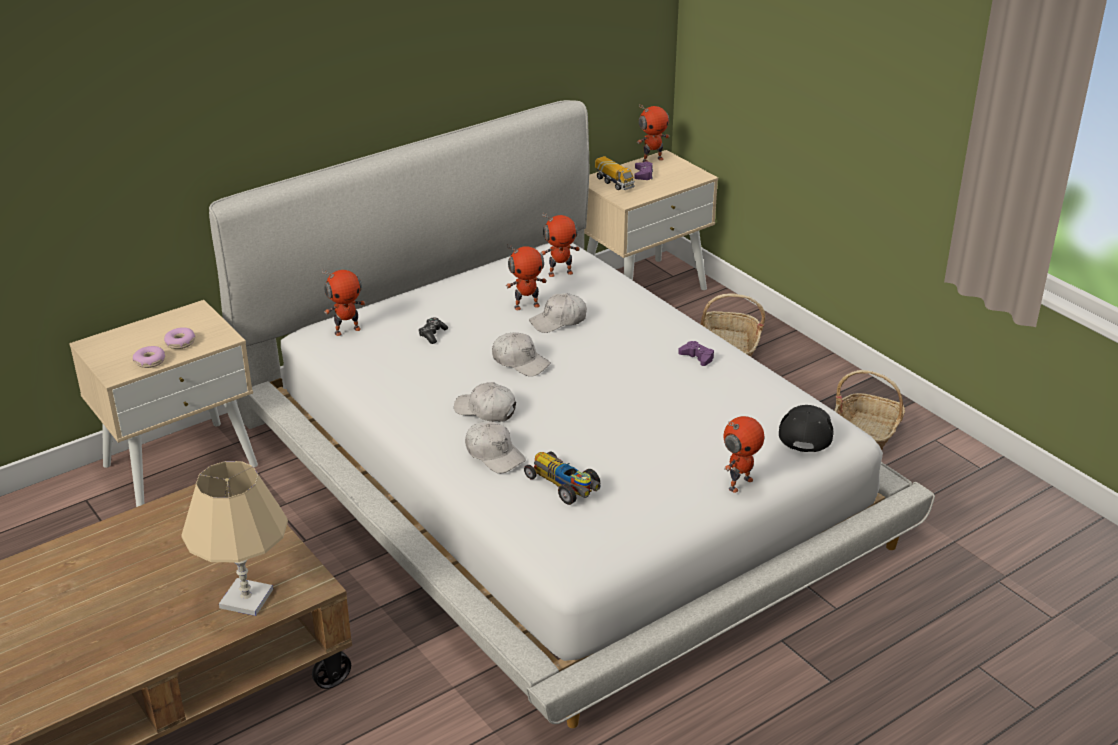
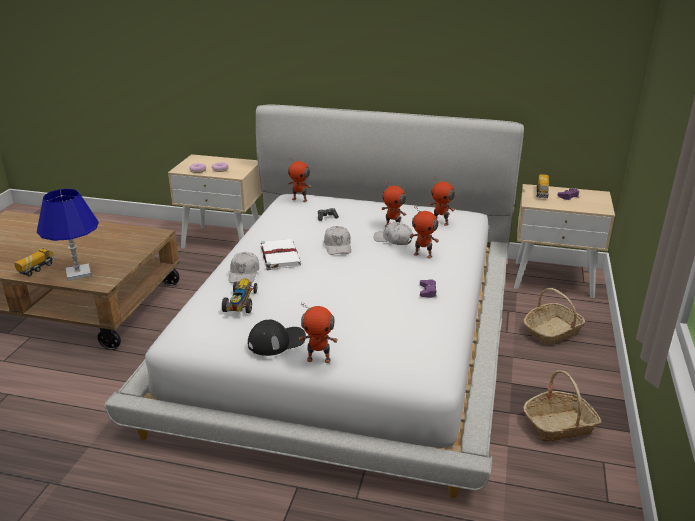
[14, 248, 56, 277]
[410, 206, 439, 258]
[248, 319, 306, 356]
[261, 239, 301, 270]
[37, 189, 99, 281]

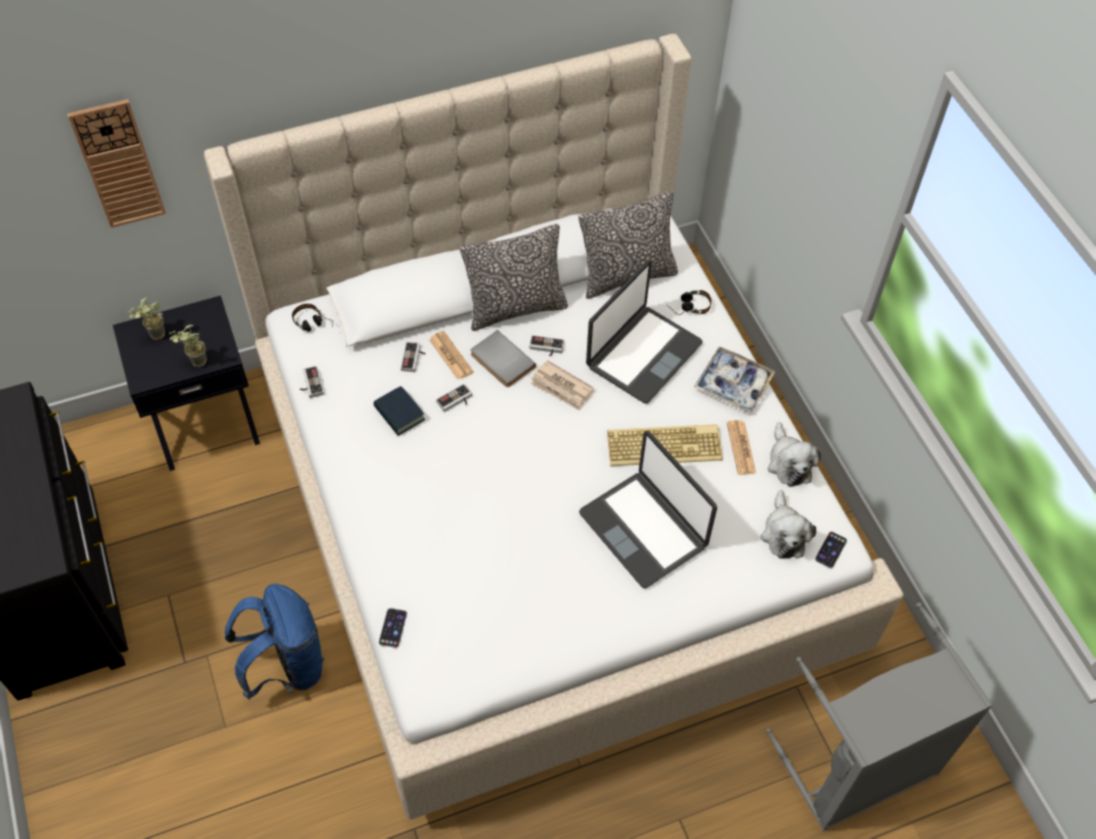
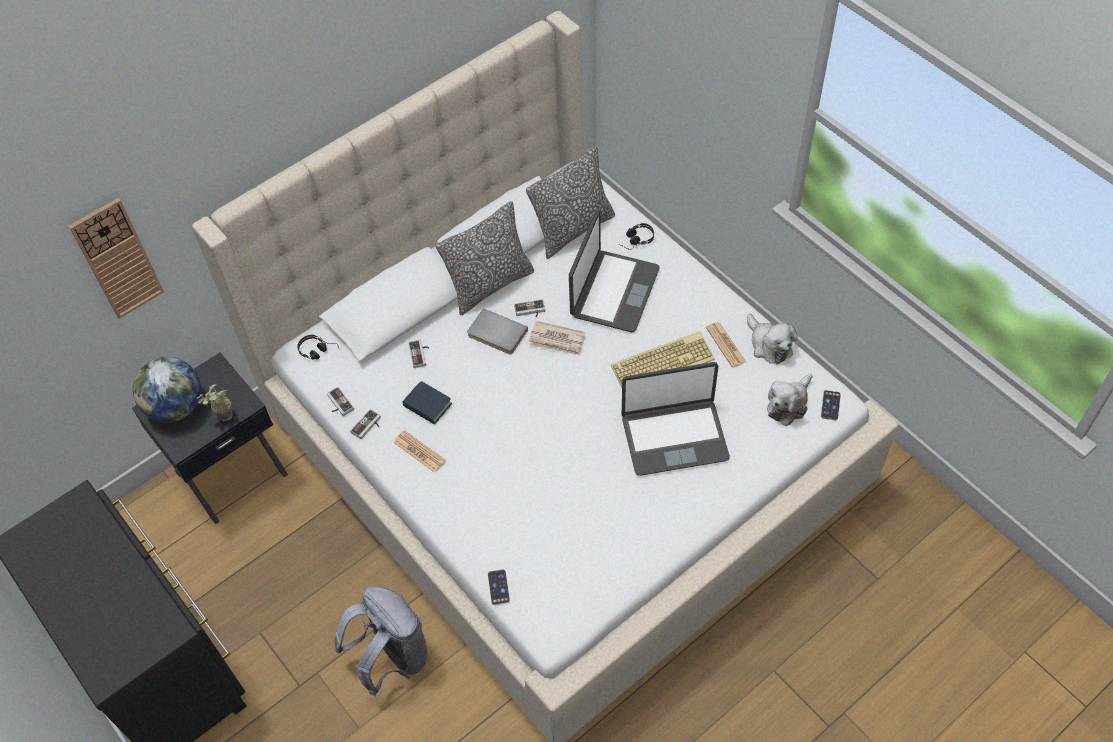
[694, 346, 776, 413] (first image)
[766, 603, 993, 831] (first image)
[394, 430, 446, 473]
[350, 409, 381, 439]
[133, 357, 201, 422]
[334, 586, 427, 696]
[622, 362, 730, 476]
[767, 374, 813, 426]

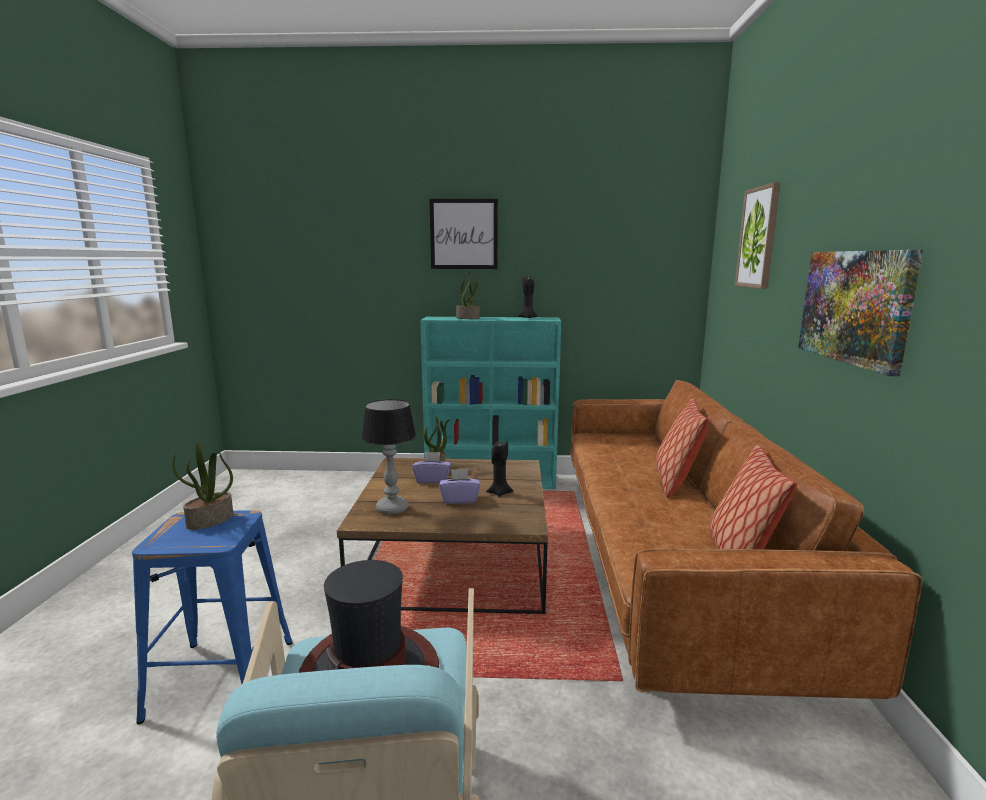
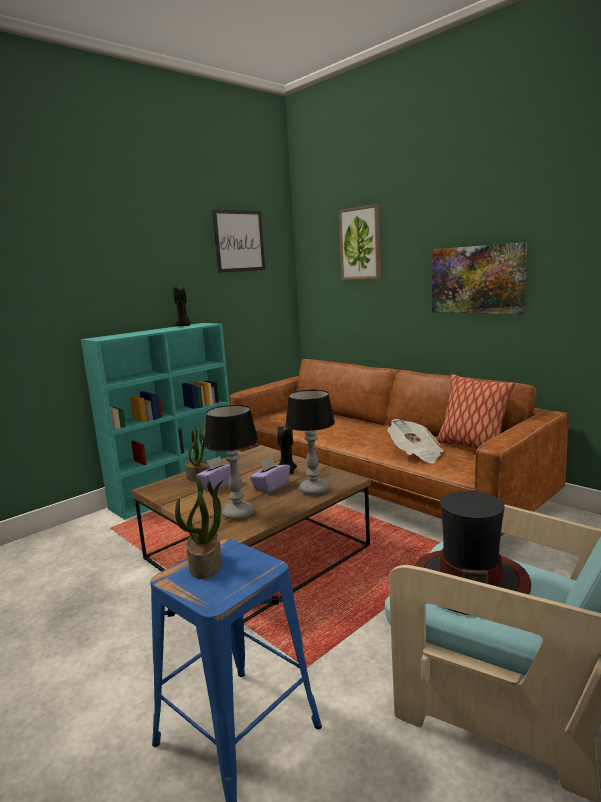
[456, 272, 480, 319] (first image)
[656, 398, 709, 498] (first image)
[286, 390, 335, 495]
[388, 419, 444, 464]
[212, 209, 265, 273]

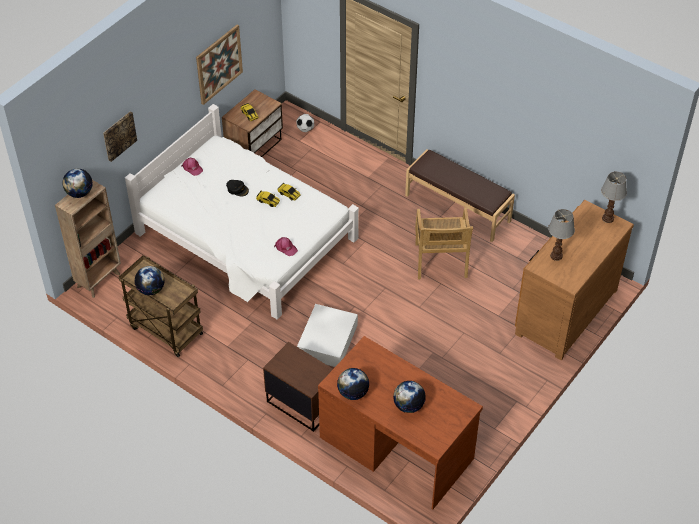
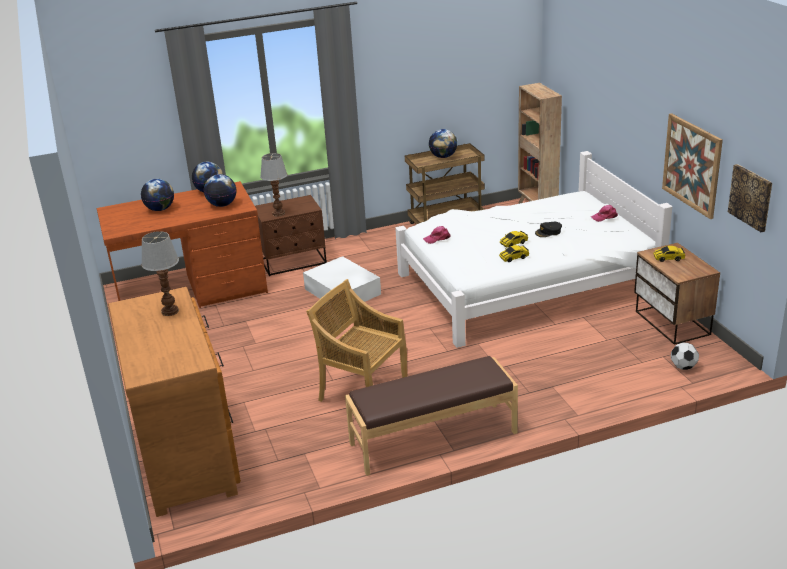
[204, 174, 237, 207]
[728, 164, 772, 232]
[260, 153, 288, 216]

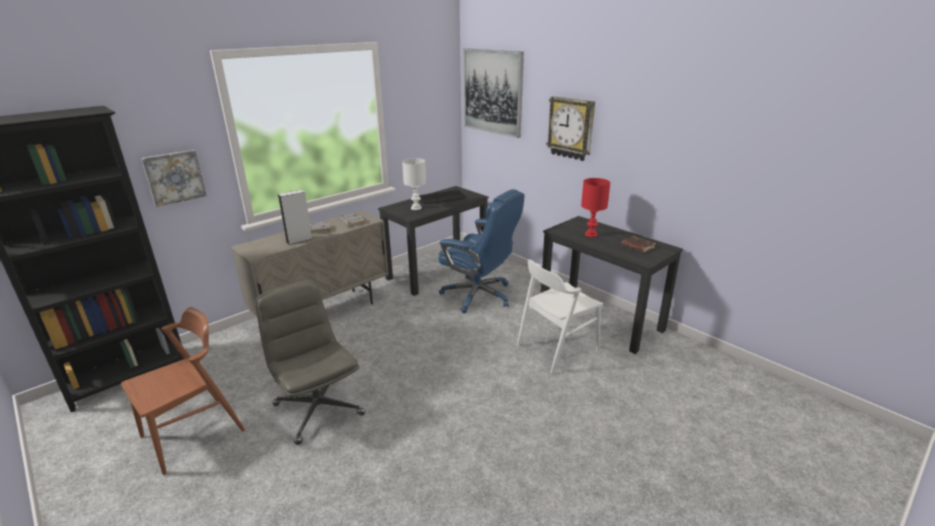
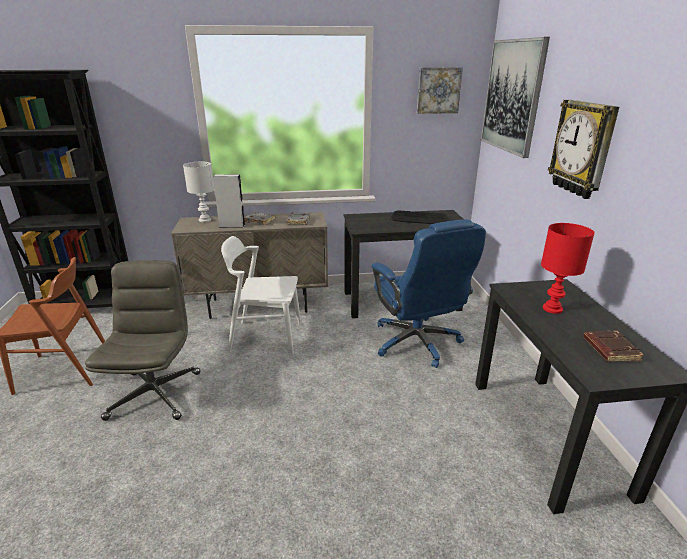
[417, 67, 463, 114]
[183, 162, 214, 222]
[221, 236, 301, 355]

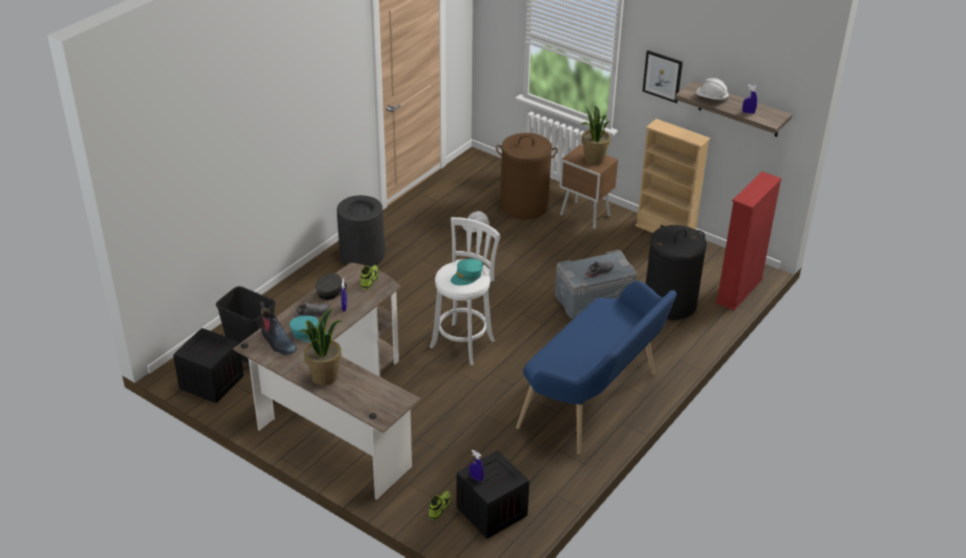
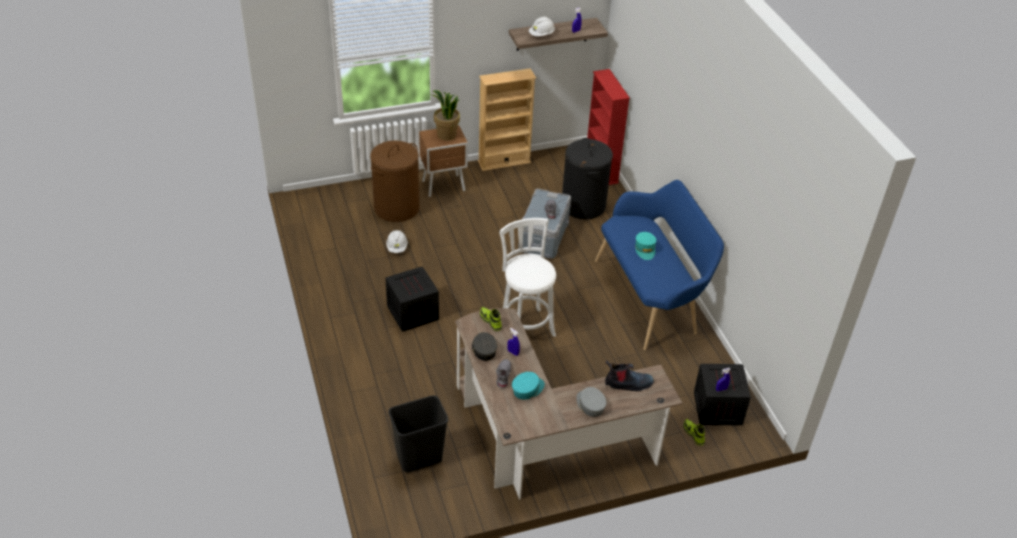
[337, 195, 385, 267] (first image)
[642, 50, 683, 103] (first image)
[386, 266, 439, 332]
[605, 360, 654, 391]
[635, 232, 657, 260]
[576, 387, 606, 417]

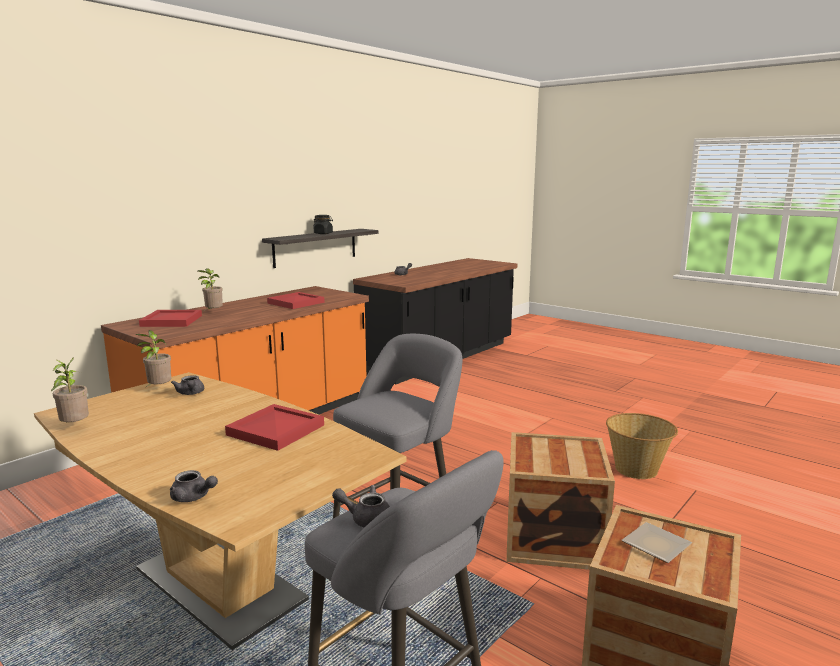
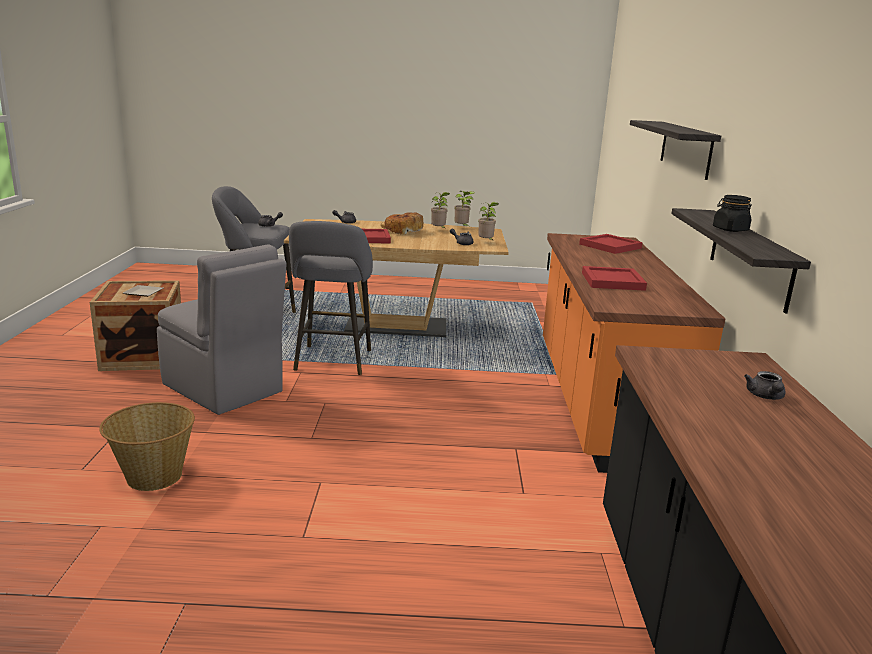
[381, 212, 423, 235]
[630, 120, 721, 180]
[431, 192, 449, 229]
[157, 244, 286, 415]

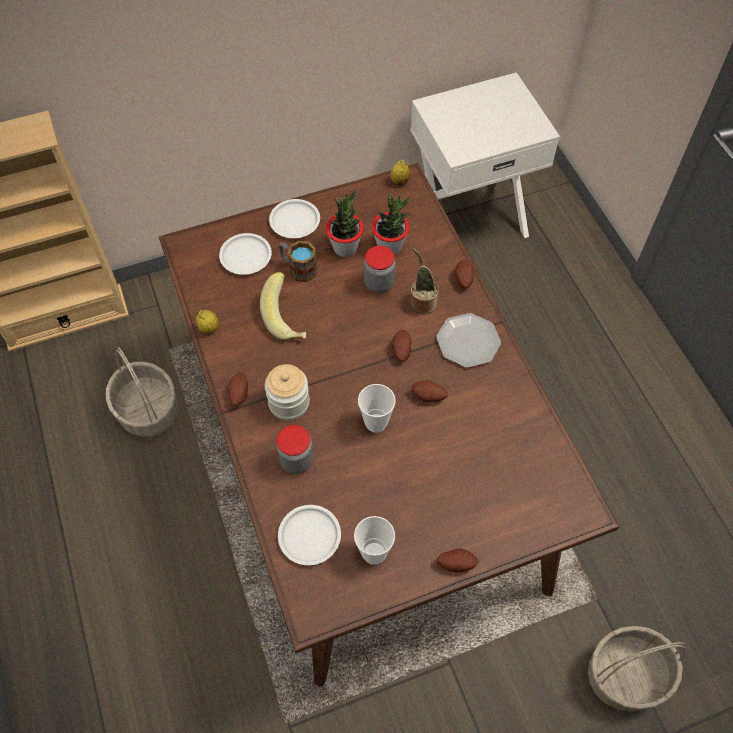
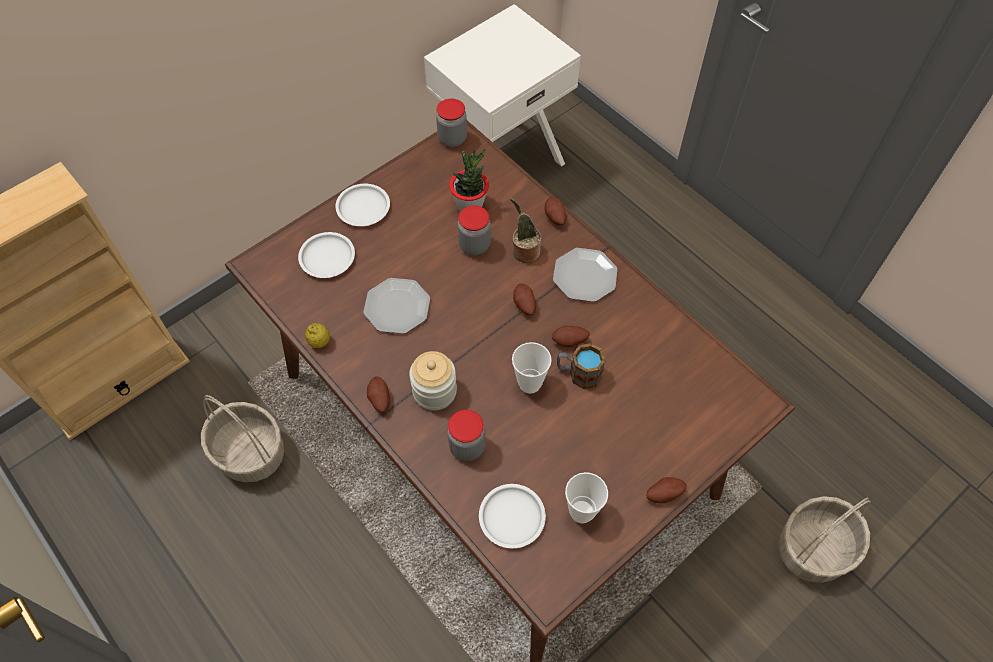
[326, 189, 364, 257] (first image)
[557, 343, 606, 389]
[363, 278, 430, 334]
[436, 99, 467, 147]

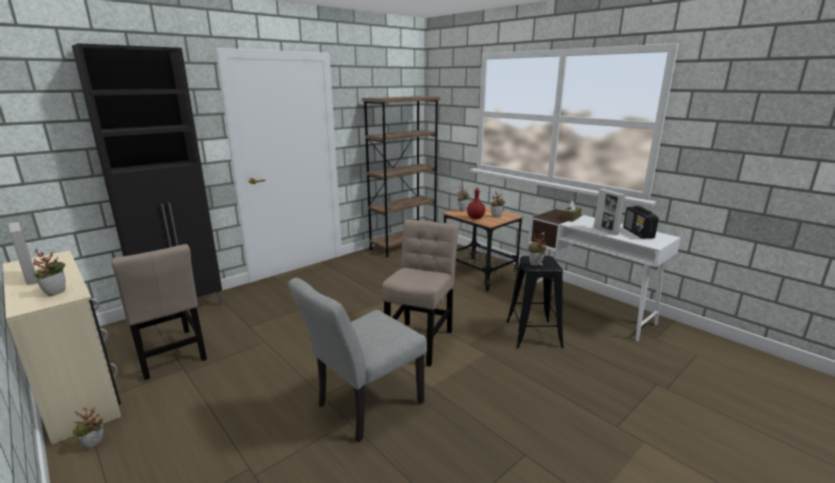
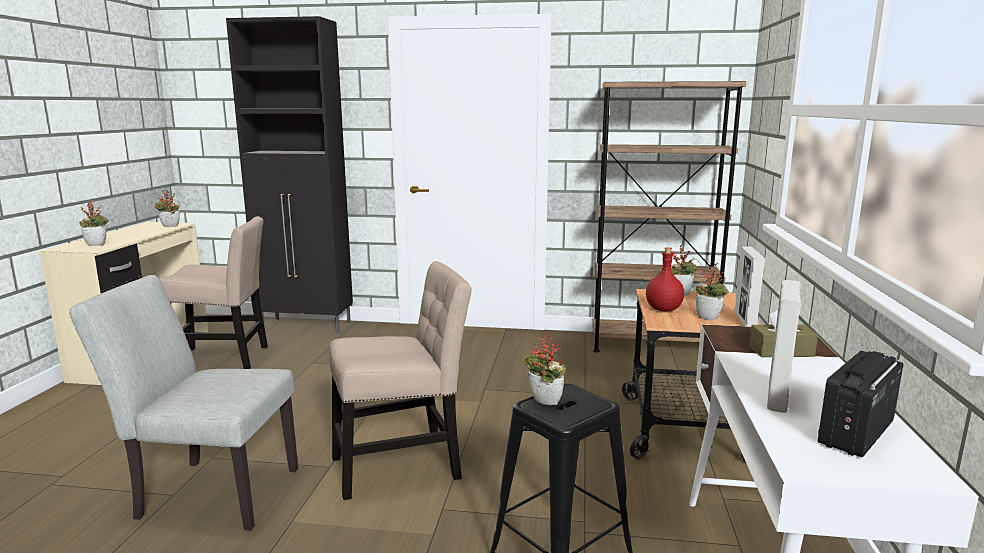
[734, 246, 765, 326]
[154, 190, 180, 227]
[160, 216, 268, 369]

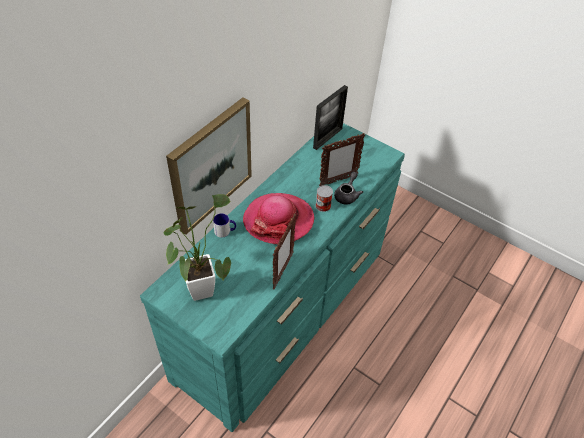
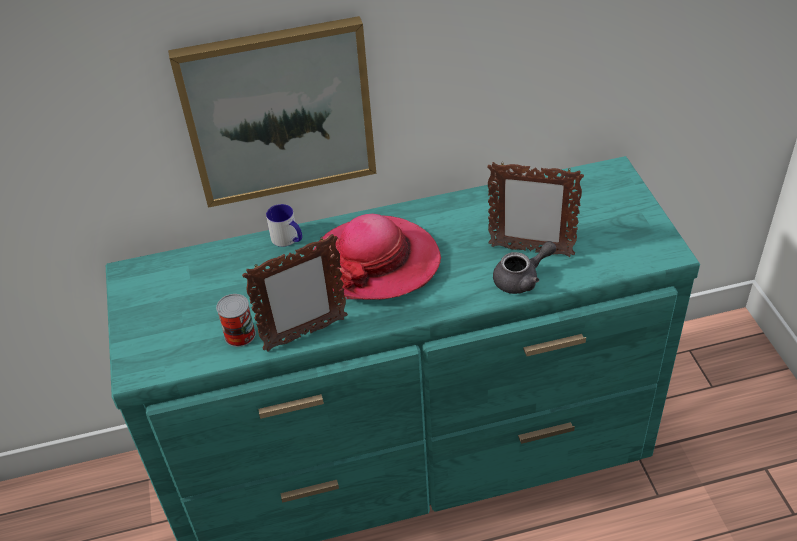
[163, 194, 231, 301] (first image)
[313, 85, 348, 150] (first image)
[216, 294, 256, 347]

